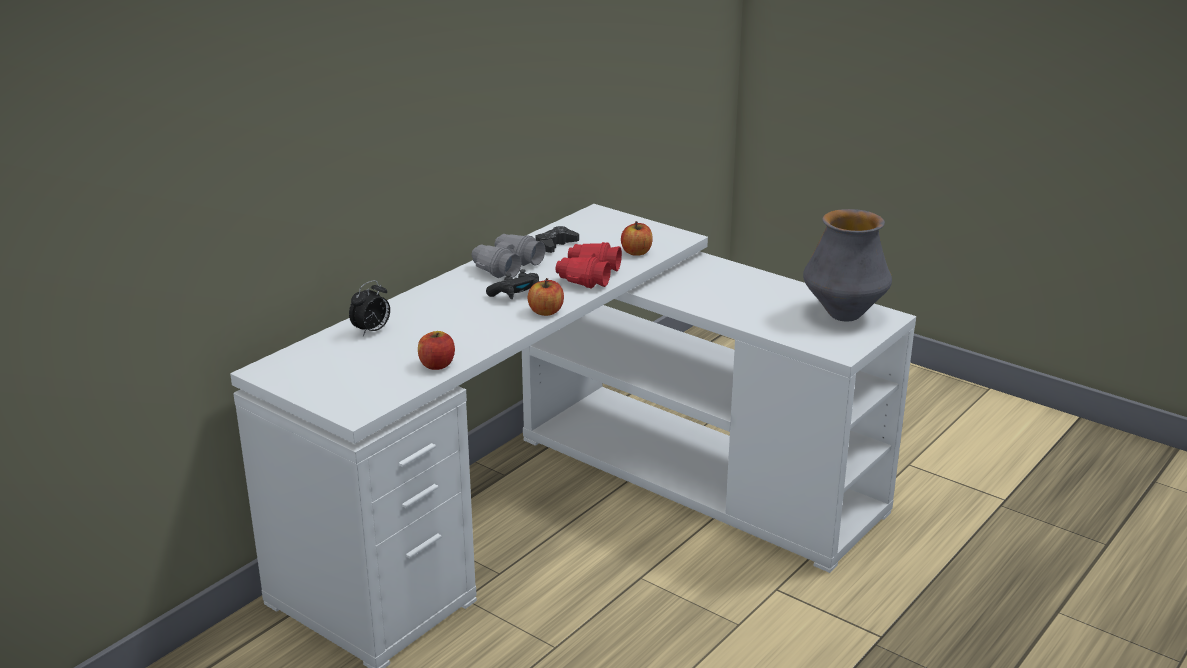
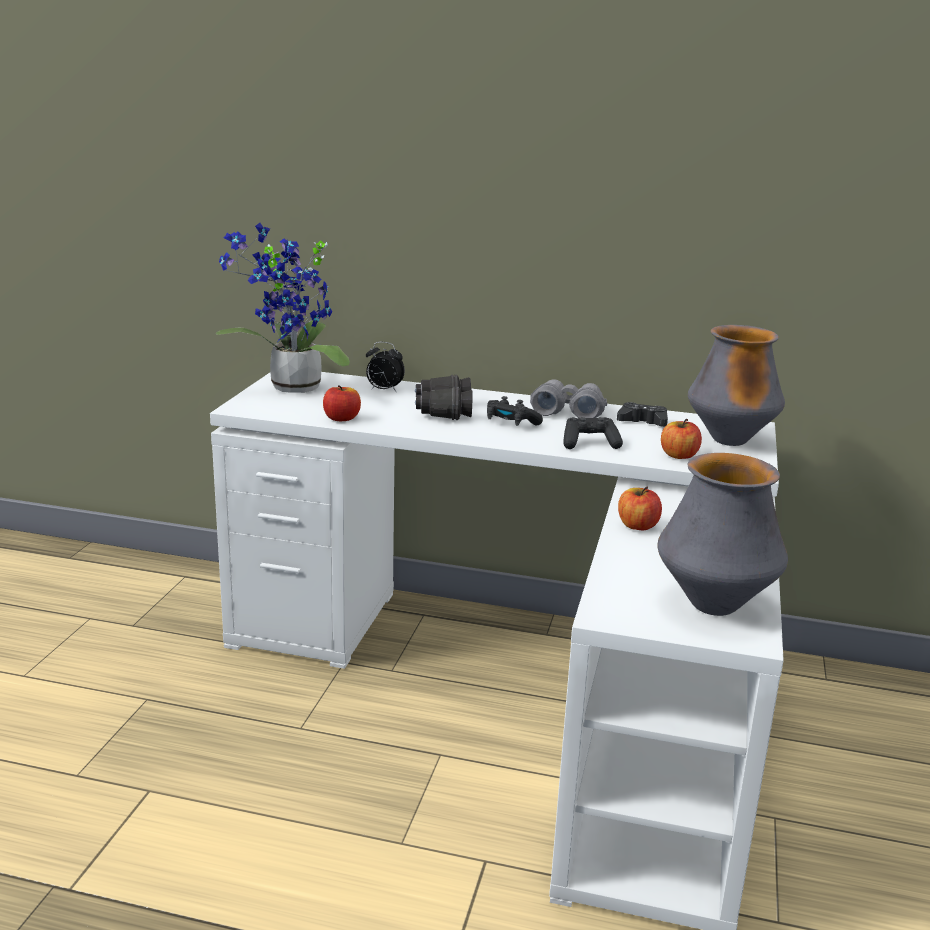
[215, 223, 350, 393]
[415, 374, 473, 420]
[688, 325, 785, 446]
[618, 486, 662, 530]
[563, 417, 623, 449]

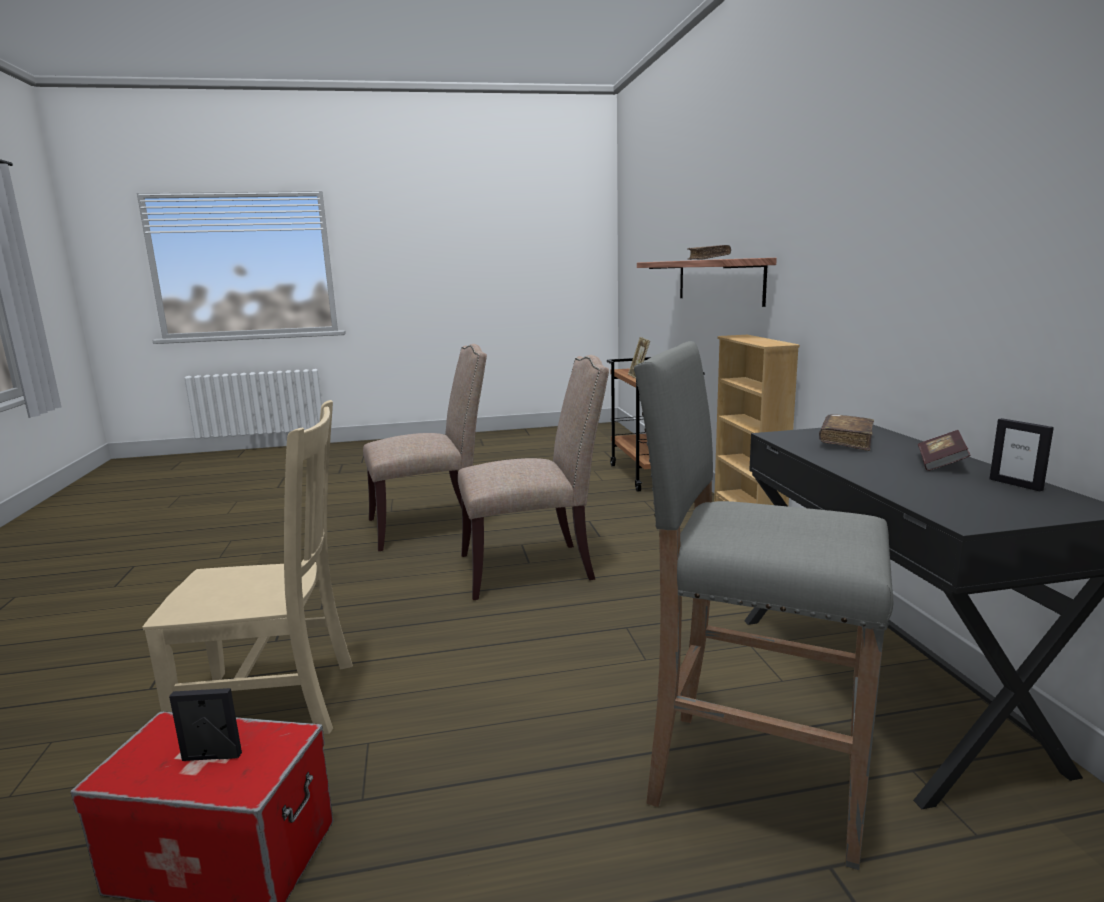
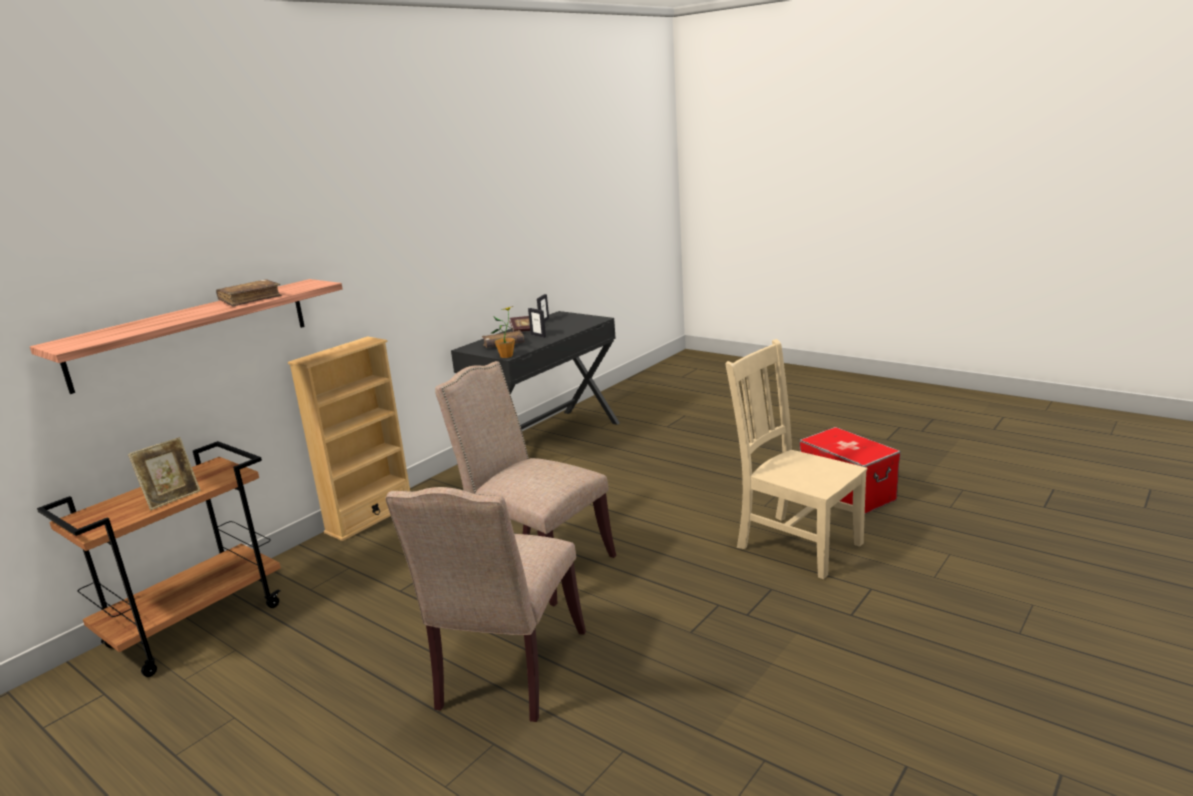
[634, 341, 893, 870] (first image)
[491, 306, 515, 358]
[528, 308, 546, 338]
[385, 487, 586, 722]

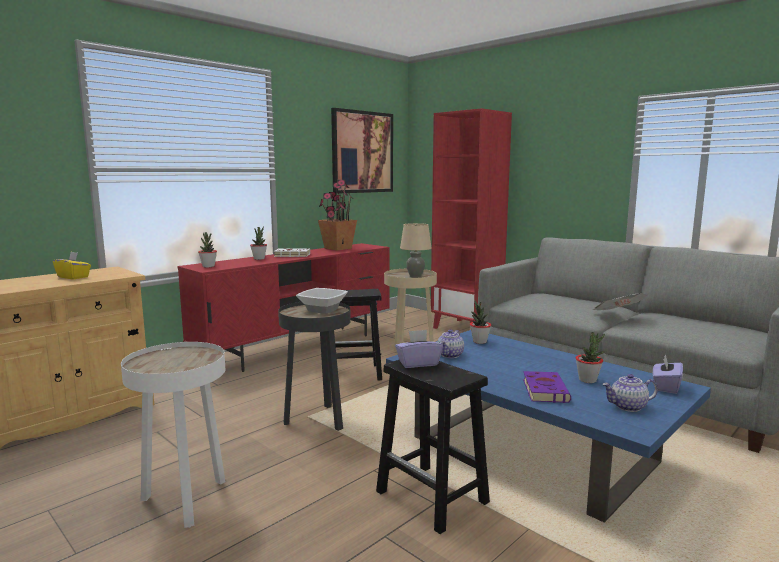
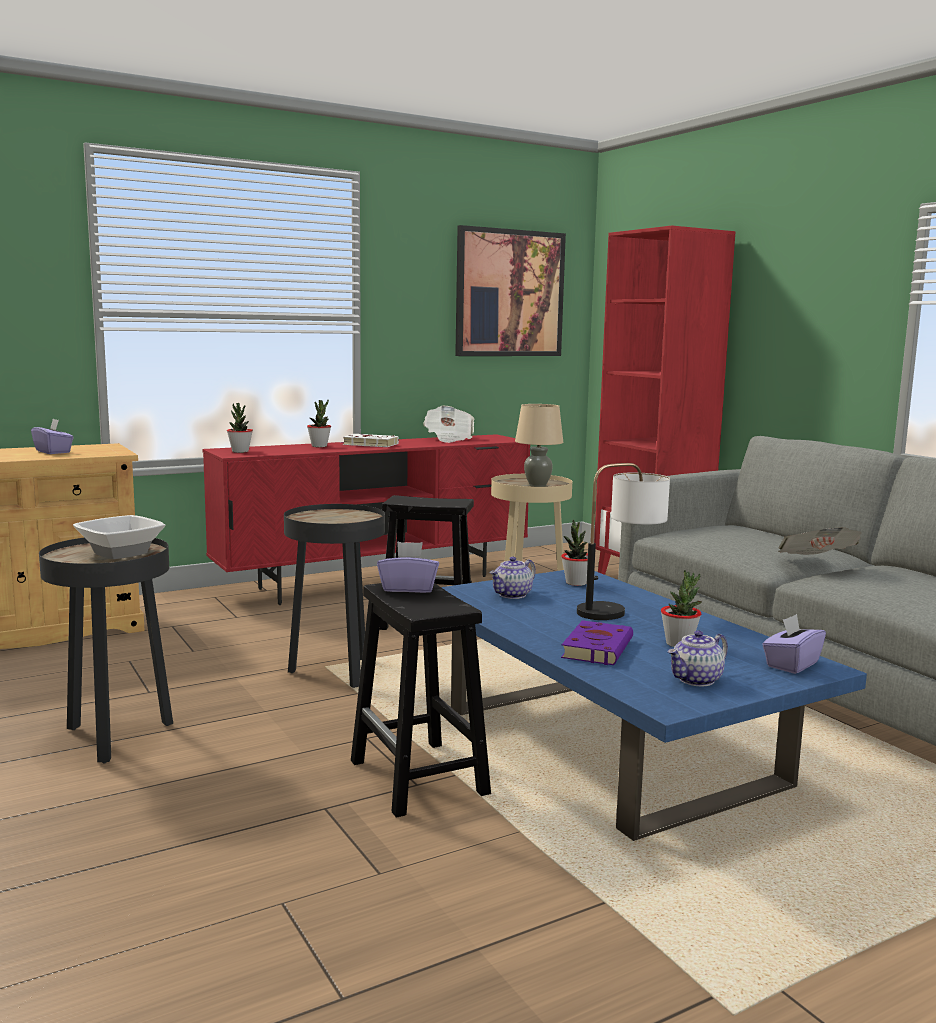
[577, 463, 670, 620]
[73, 515, 165, 559]
[423, 406, 475, 443]
[31, 419, 74, 454]
[39, 538, 173, 763]
[668, 630, 728, 686]

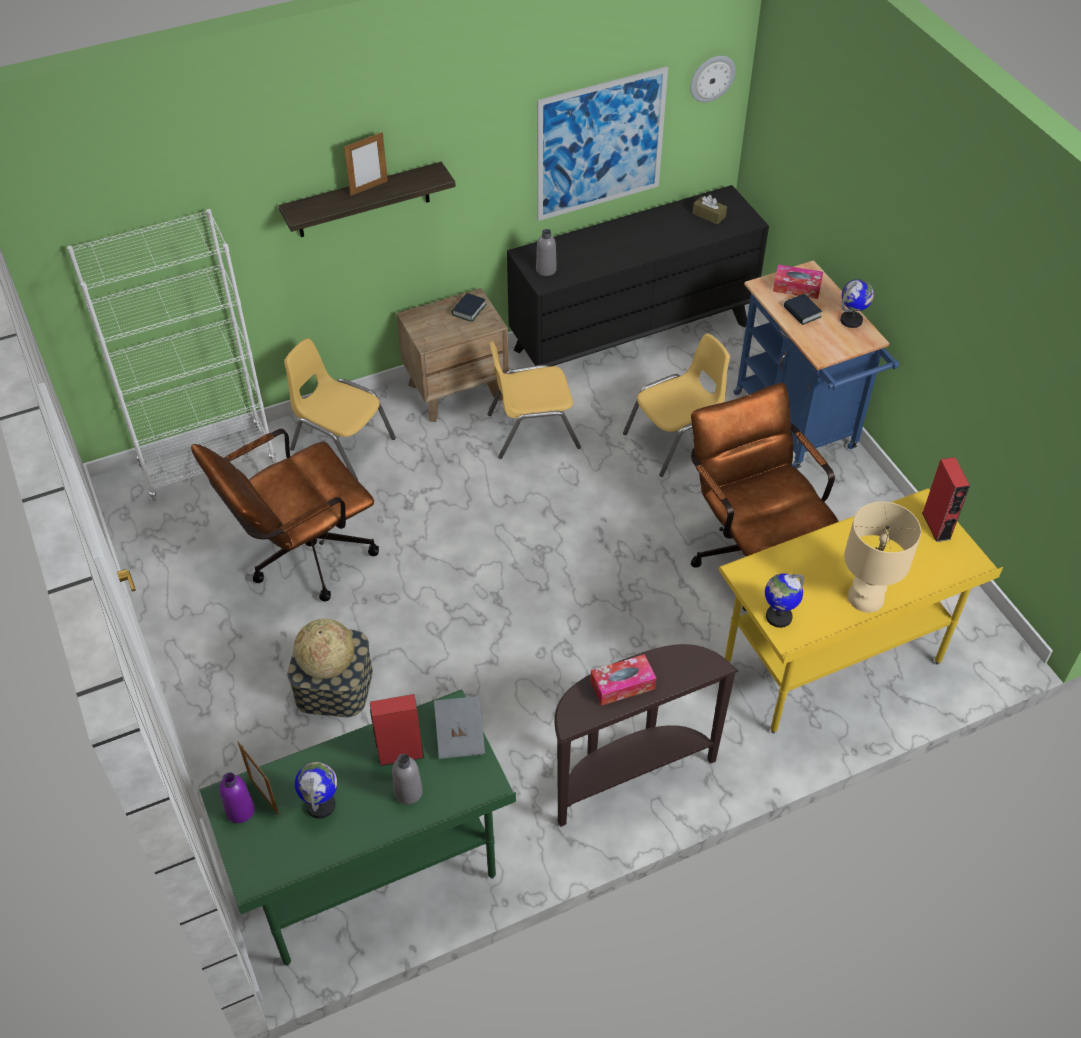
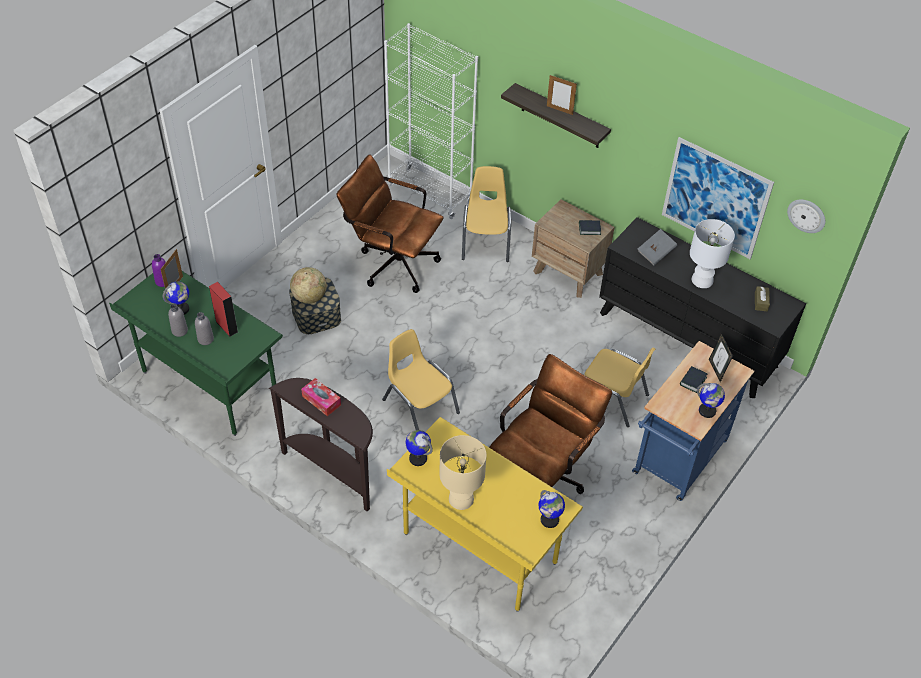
[690, 219, 735, 288]
[638, 229, 678, 265]
[382, 329, 460, 430]
[168, 304, 188, 337]
[709, 333, 733, 382]
[538, 490, 565, 528]

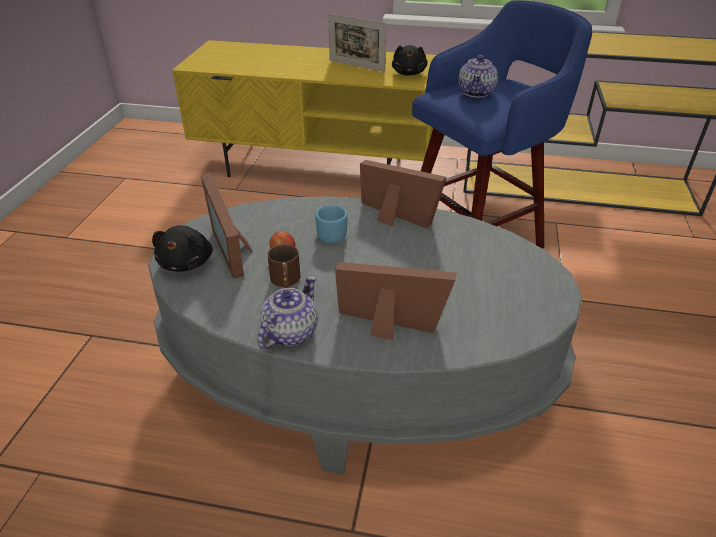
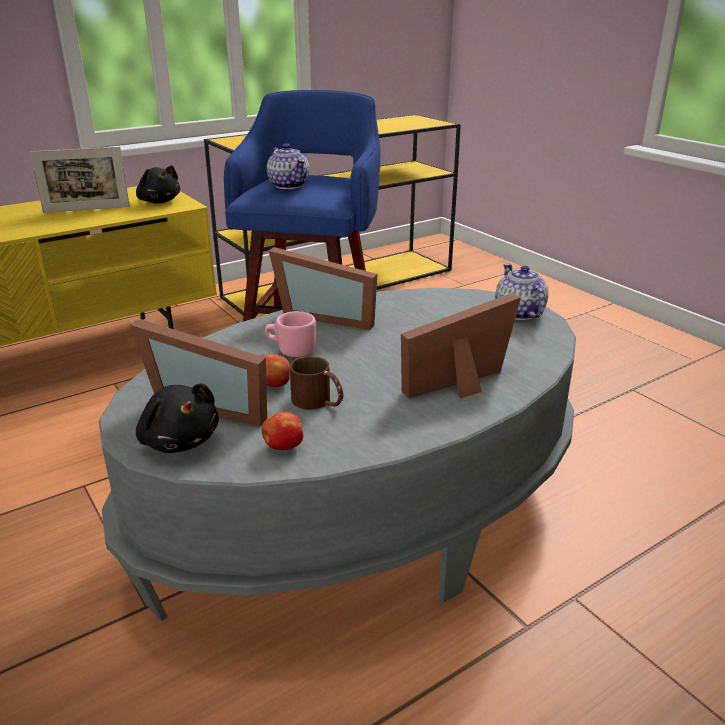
[262, 412, 303, 450]
[495, 263, 549, 320]
[265, 311, 316, 357]
[269, 247, 377, 330]

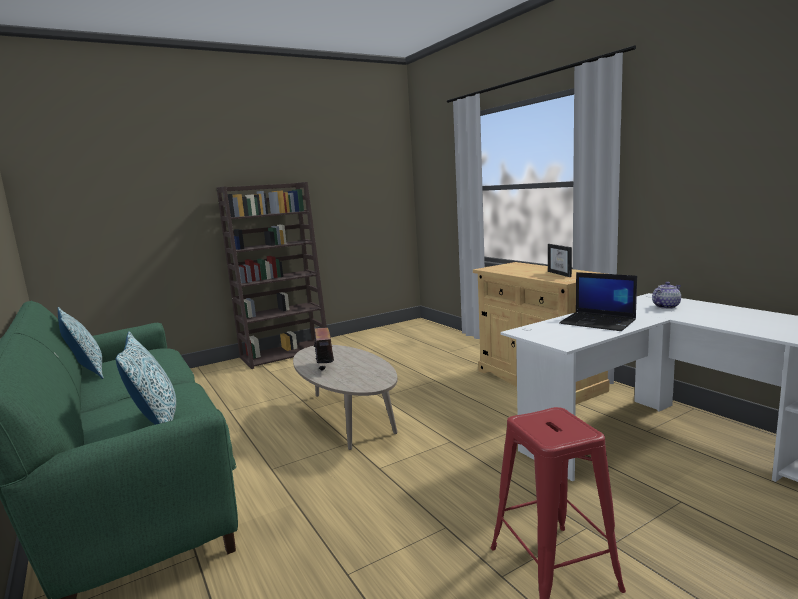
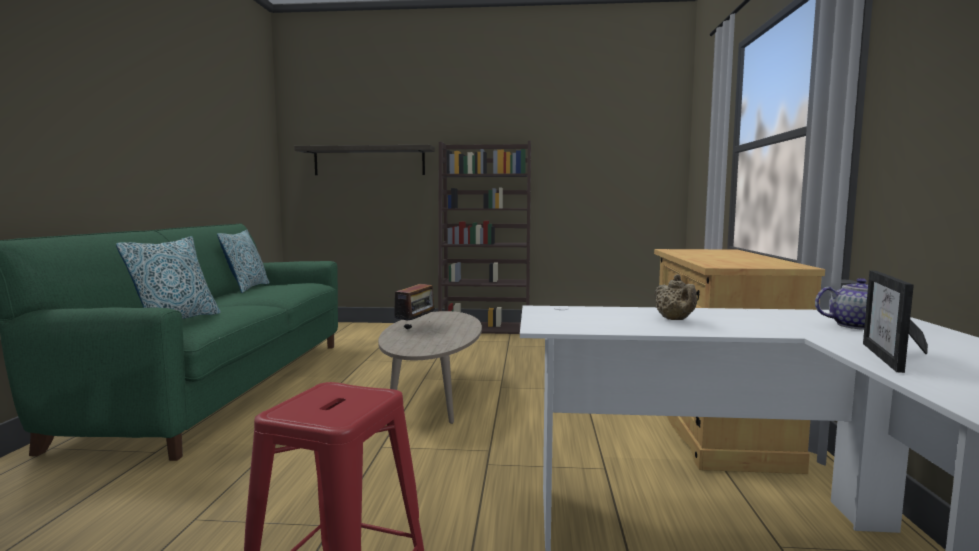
[294, 145, 435, 175]
[863, 271, 928, 373]
[654, 274, 697, 320]

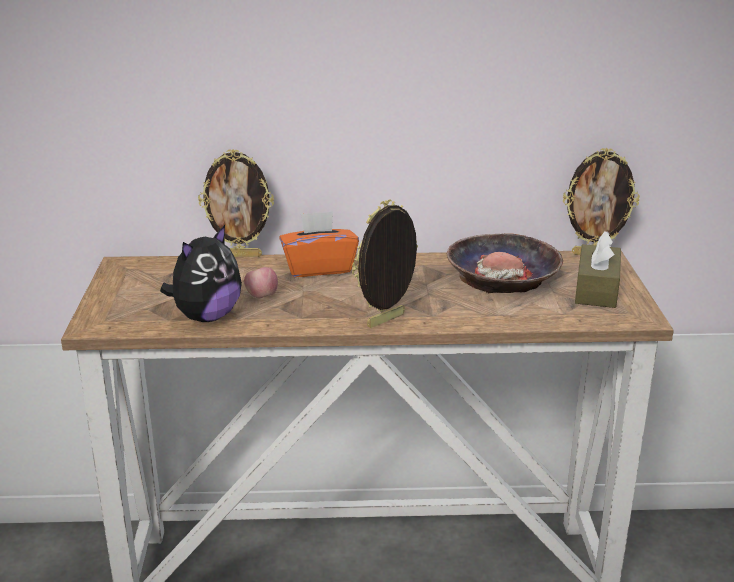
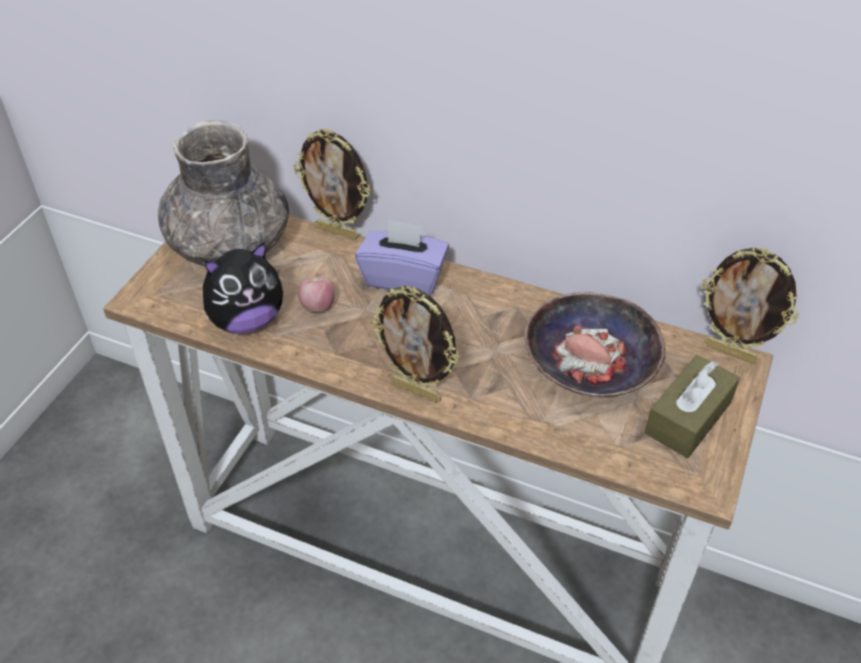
[158, 120, 289, 266]
[355, 219, 449, 295]
[370, 286, 460, 403]

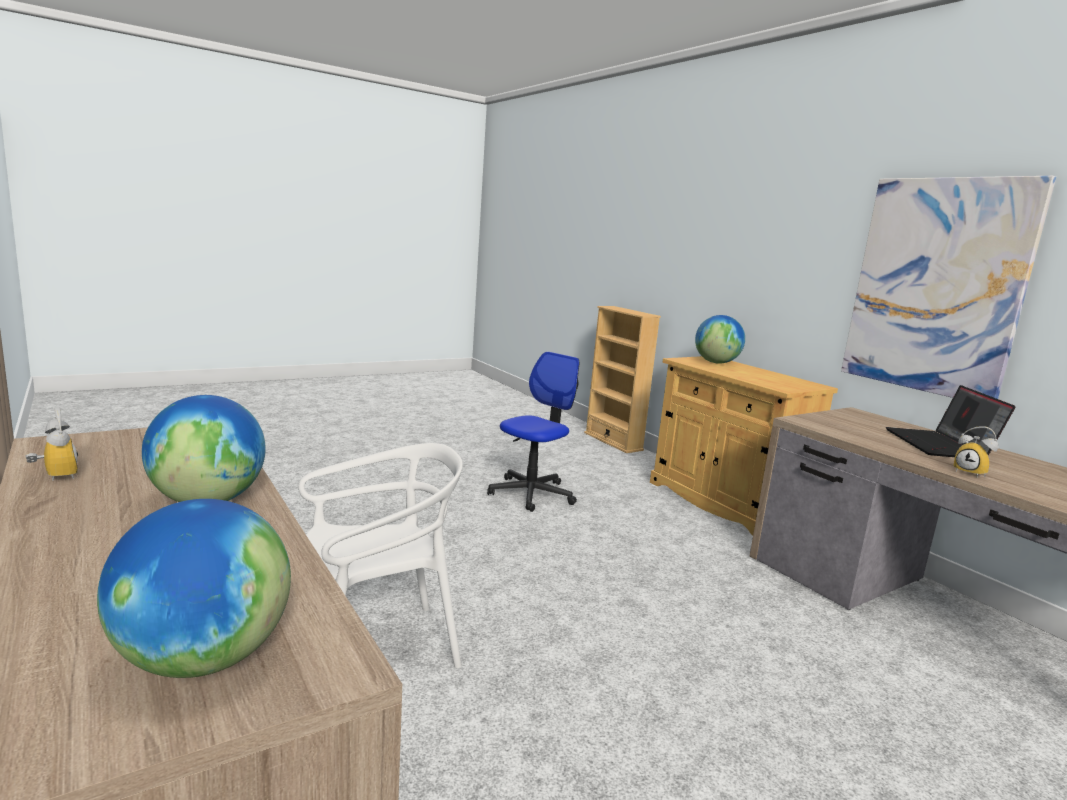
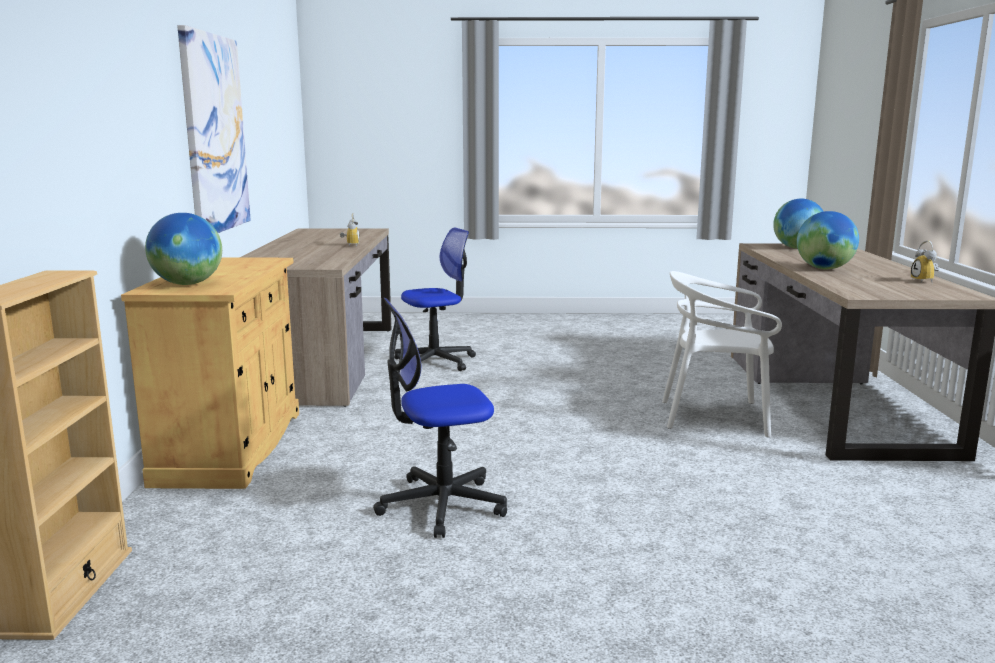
[886, 385, 1015, 457] (first image)
[395, 227, 476, 371]

